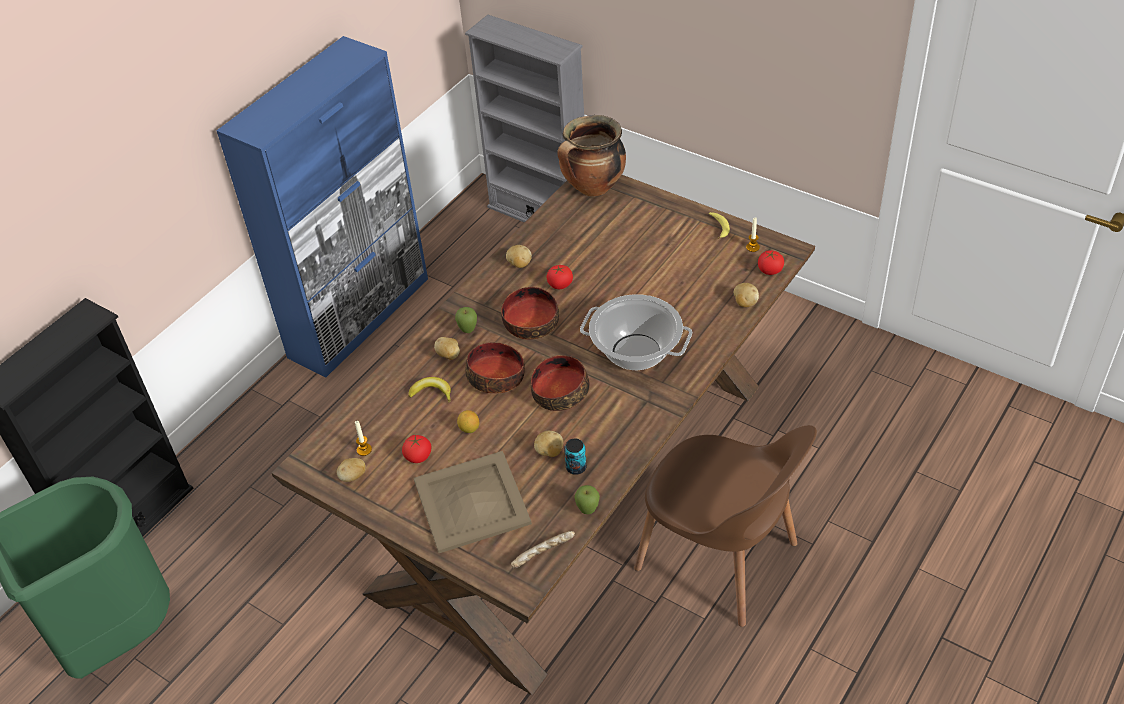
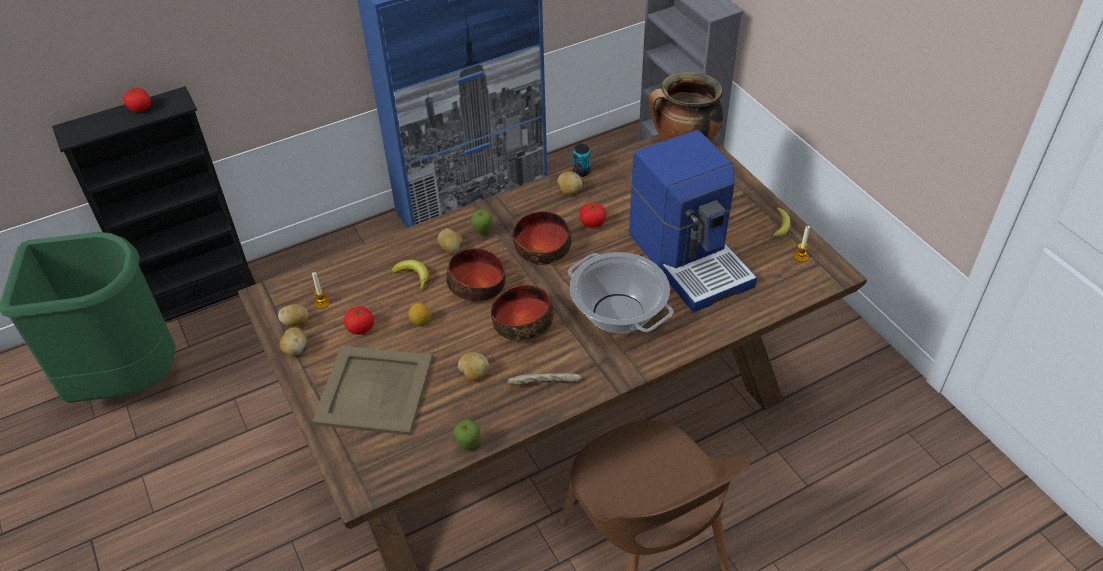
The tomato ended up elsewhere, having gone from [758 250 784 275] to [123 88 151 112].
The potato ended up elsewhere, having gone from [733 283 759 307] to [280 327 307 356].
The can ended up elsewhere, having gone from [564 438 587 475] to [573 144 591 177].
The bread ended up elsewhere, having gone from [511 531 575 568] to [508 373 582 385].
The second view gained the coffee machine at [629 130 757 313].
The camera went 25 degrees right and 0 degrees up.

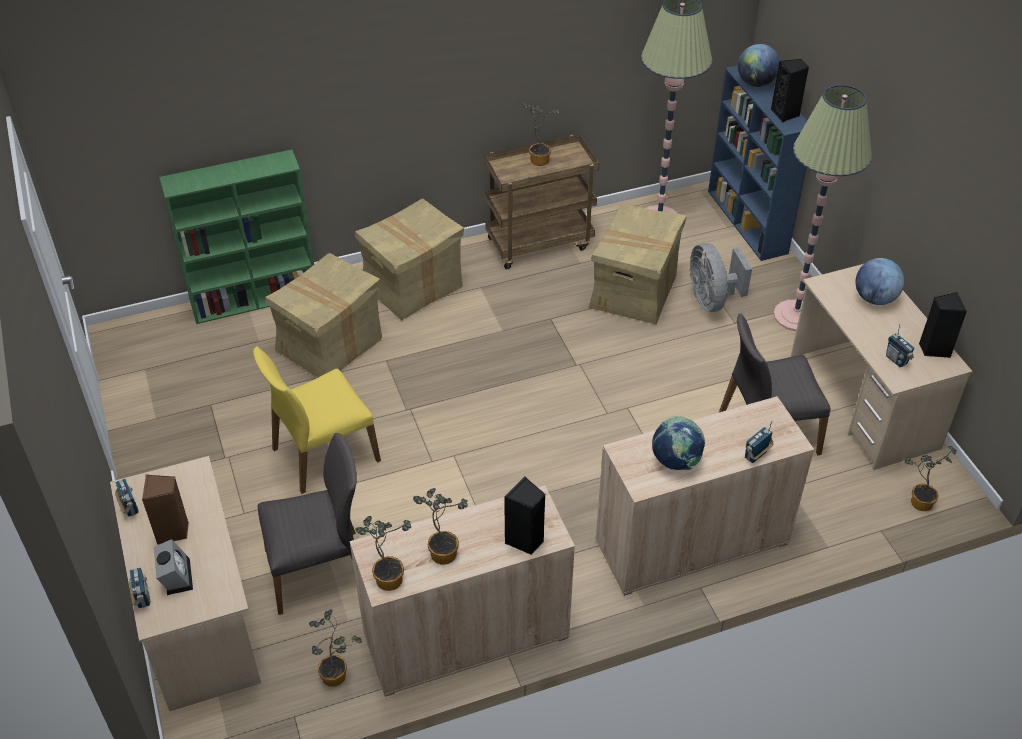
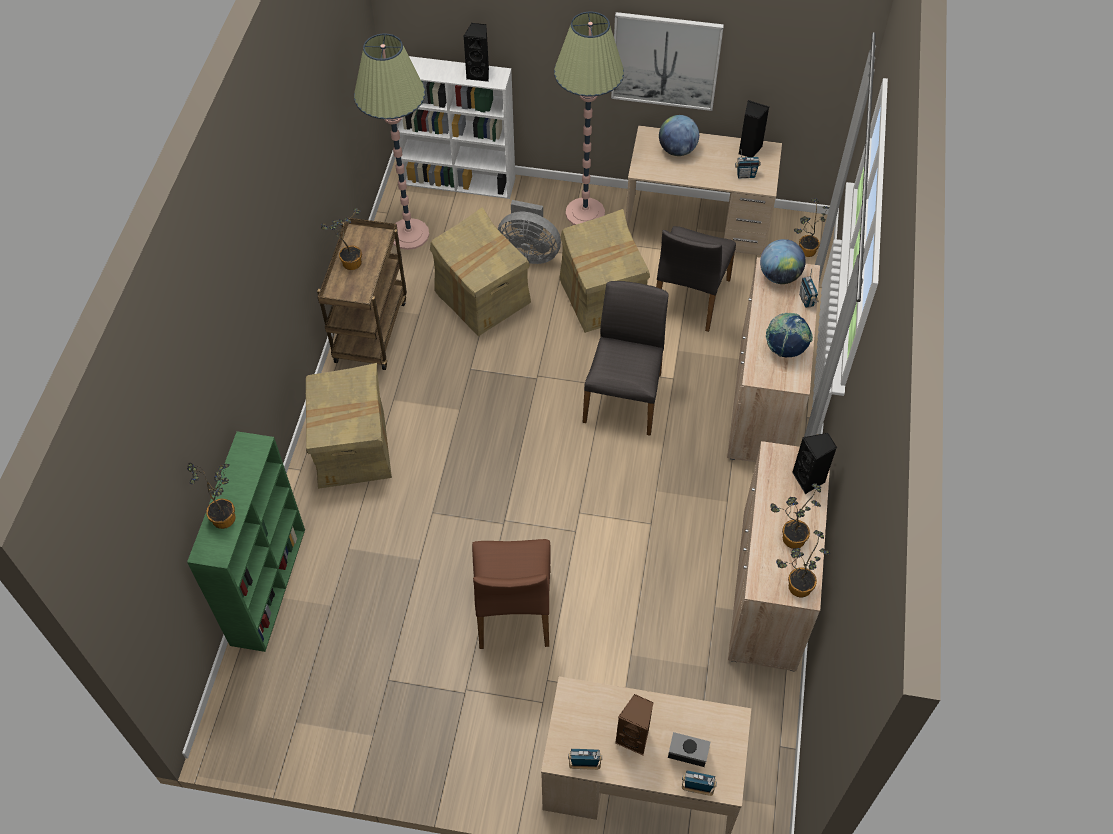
The globe ended up elsewhere, having gone from [738 44 780 87] to [760 239 806 284].
What was the blue bookcase at [708 65 807 261] turned into the white bookcase at [397 56 515 199].
The cardboard box ended up elsewhere, having gone from [265 253 382 377] to [559 209 650 333].
What was the yellow chair at [253 346 381 494] turned into the brown chair at [472 539 551 649].
The grey chair ended up elsewhere, having gone from [258 433 357 615] to [582 281 669 436].
The potted plant ended up elsewhere, having gone from [309 609 362 687] to [187 462 236 529].
The second view gained the picture at [611 12 724 111].
The camera went 60 degrees left and 10 degrees up.

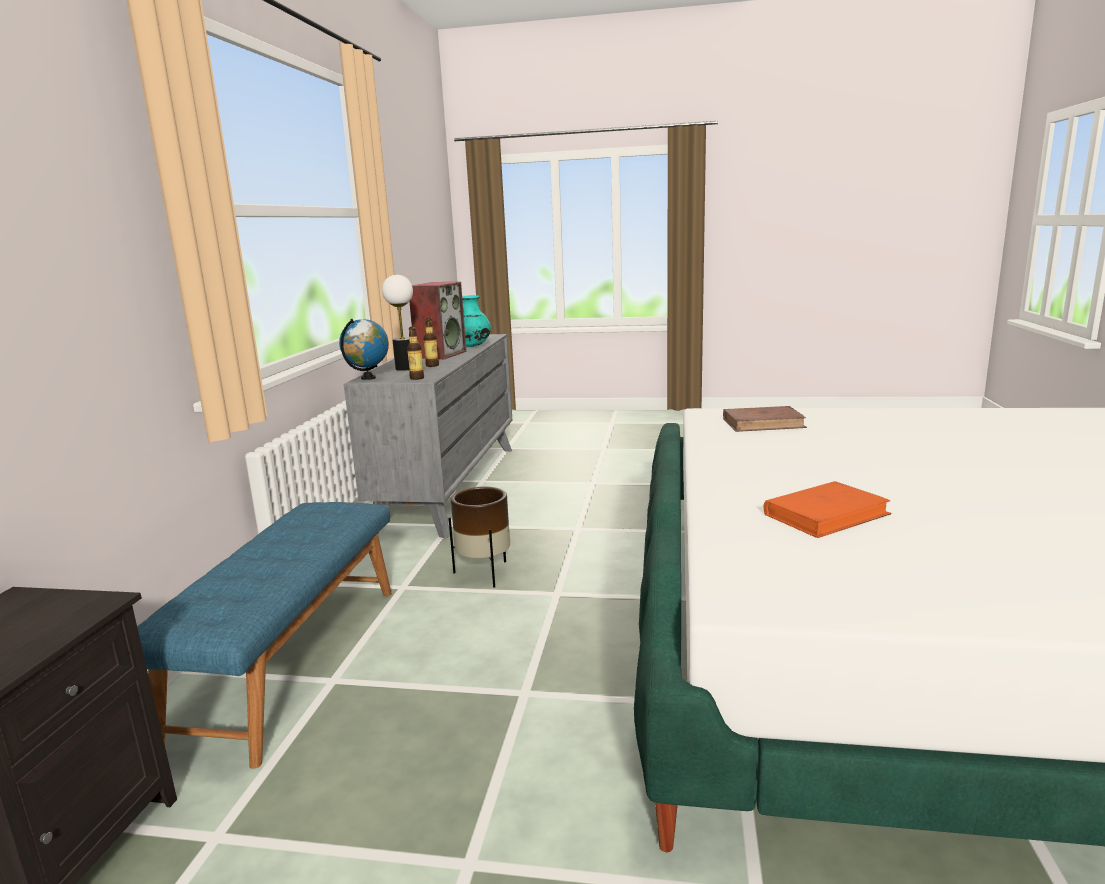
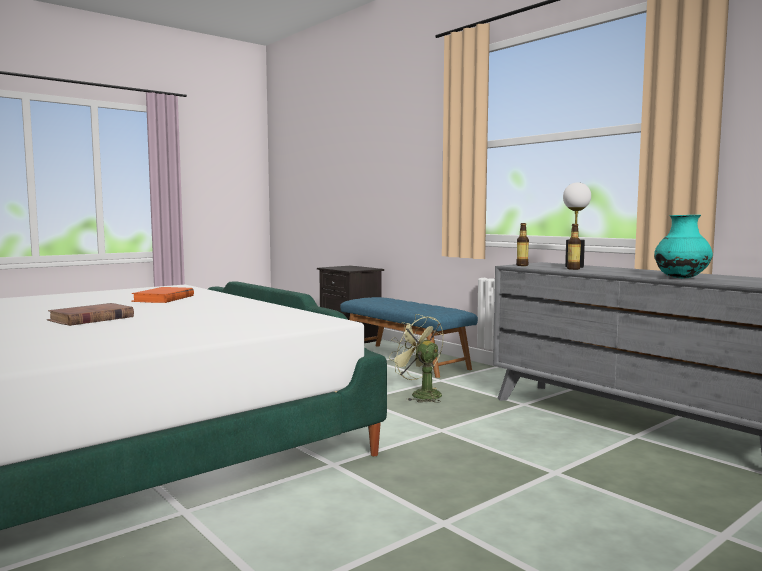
The second view lost the speaker at [409 282 466 359].
The second view lost the globe at [339 319 389 380].
The brown book ended up elsewhere, having gone from [723 406 807 432] to [47 303 134 326].
Where the brown planter stood at [448 486 510 588], the green fan came to stand at [389 314 444 403].
The camera went 130 degrees right and 10 degrees down.

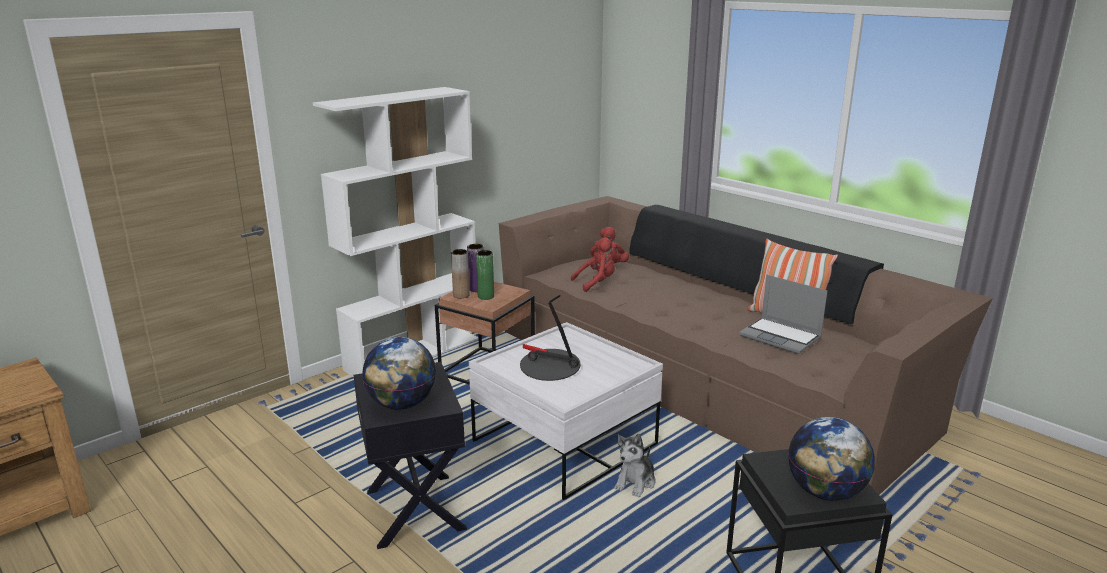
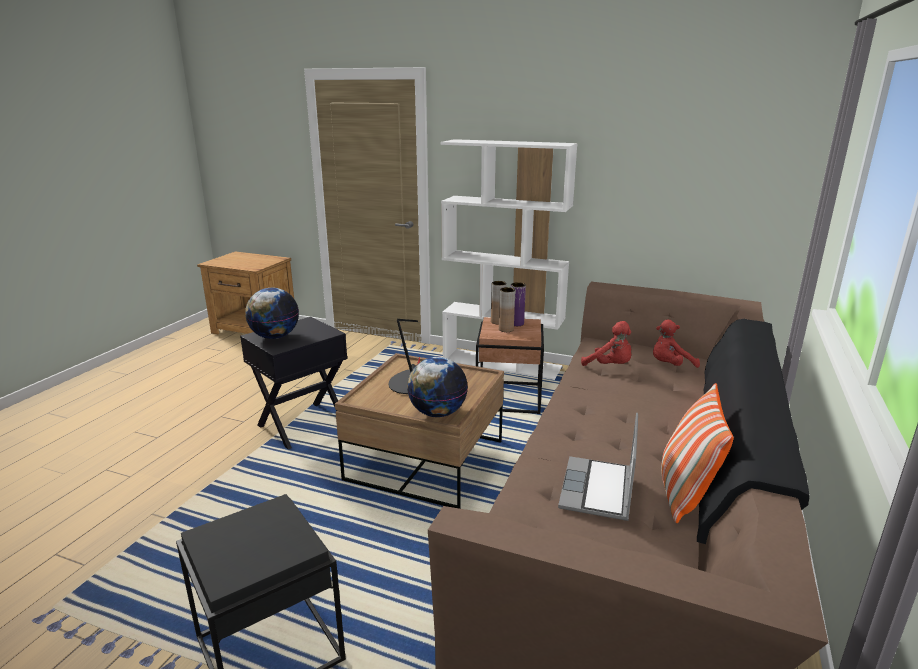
What was the green vase at [476 250 494 300] turned into the brown vase at [499 287 515 332].
What was the white coffee table at [469 322 663 500] turned into the brown coffee table at [335 353 504 509].
The globe ended up elsewhere, having gone from [788 417 875 501] to [407 357 468 417].
The second view lost the plush toy at [614 434 656 497].
The camera went 65 degrees right and 0 degrees up.

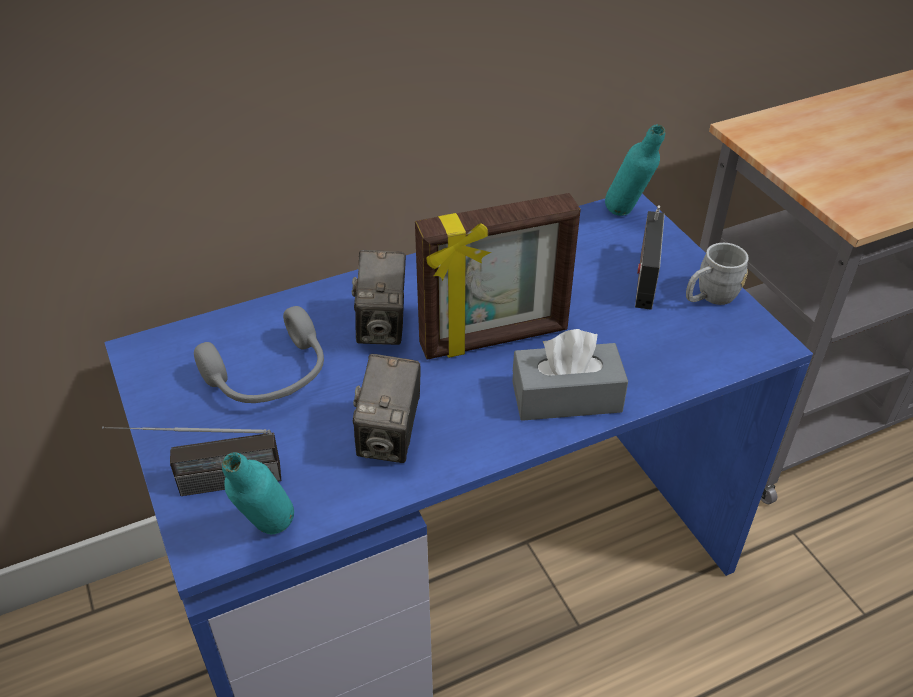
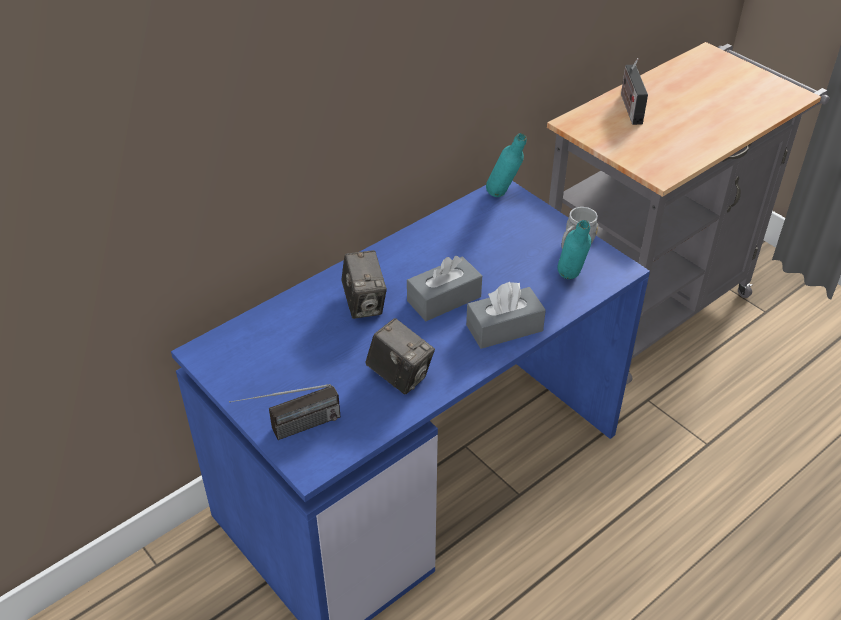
Where the picture frame stood at [415 193 581 360], the grey tissue box came to stand at [407 256 482 321].
The radio ended up elsewhere, having gone from [635 205 665 310] to [621 58 648 125].
The second view lost the grey headphones at [194 306 324 403].
The photo camera at [353 354 420 463] ended up facing another way, 45 degrees counterclockwise from before.
The turquoise bottle ended up elsewhere, having gone from [222 452 294 535] to [558 220 591 279].
The camera went 15 degrees left and 0 degrees up.

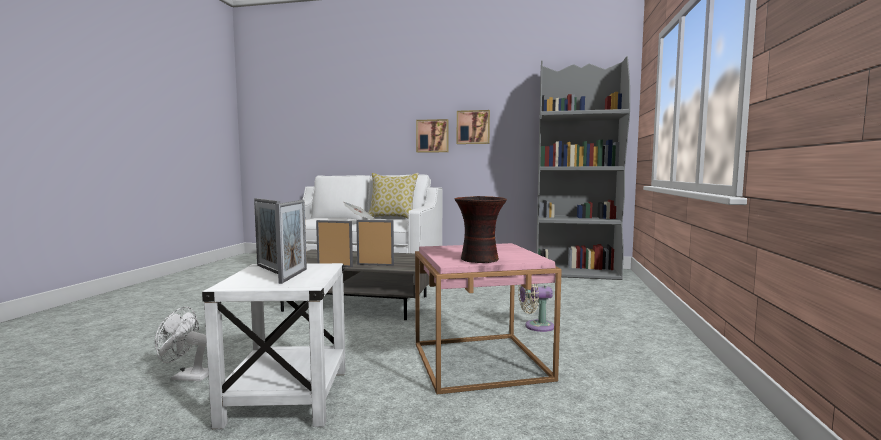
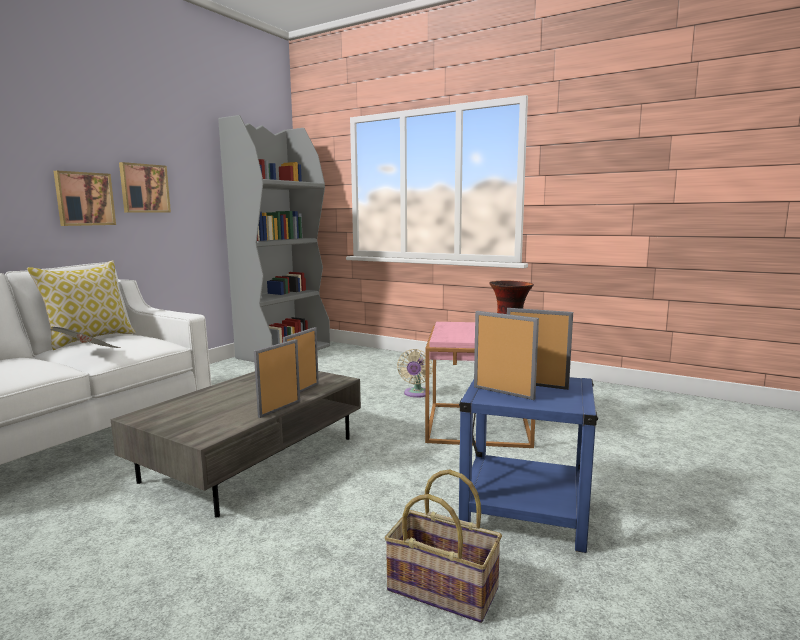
The picture frame at [254 198 280 274] ended up facing another way, 120 degrees counterclockwise from before.
What was the white side table at [202 263 346 429] turned into the blue side table at [459 377 598 553].
Where the white fan stood at [155 307 208 381], the basket came to stand at [385 469 502 623].
The camera went 70 degrees left and 5 degrees up.

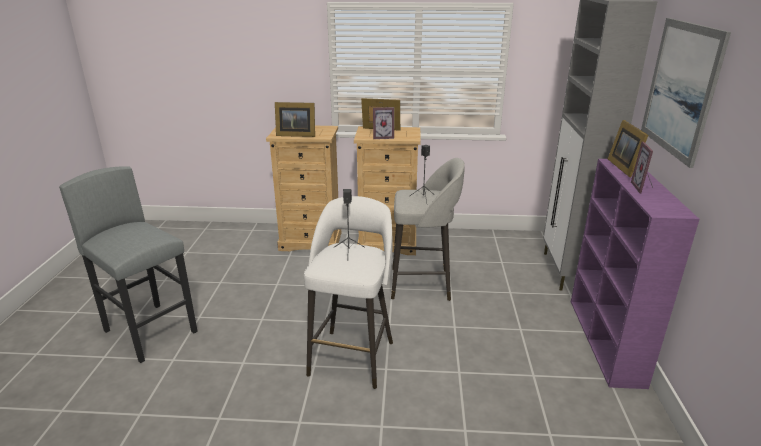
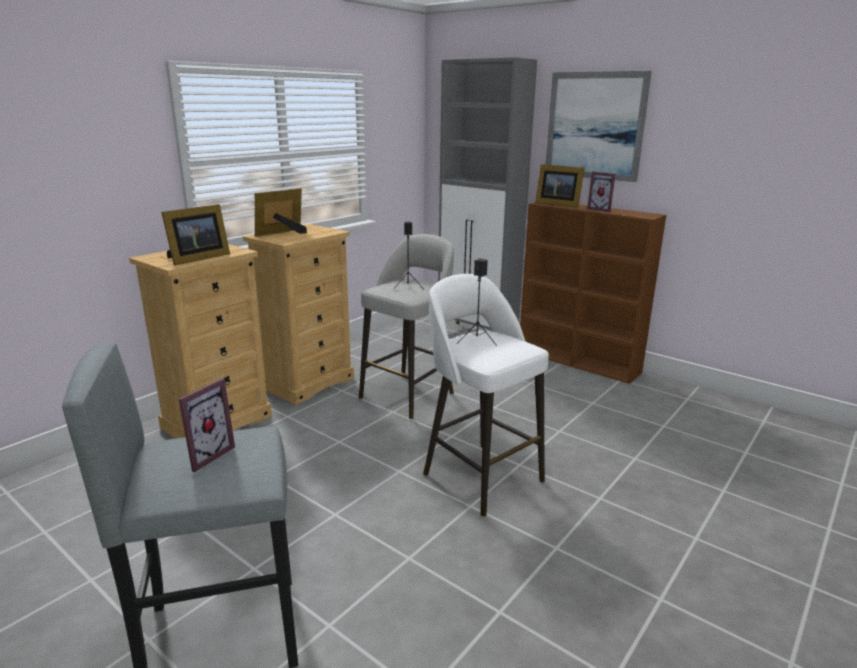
The picture frame ended up elsewhere, having gone from [373 107 394 139] to [179 378 235 472].
What was the purple bookcase at [571 159 699 389] turned into the brown bookcase at [520 203 666 384].
The camera went 55 degrees left and 5 degrees down.

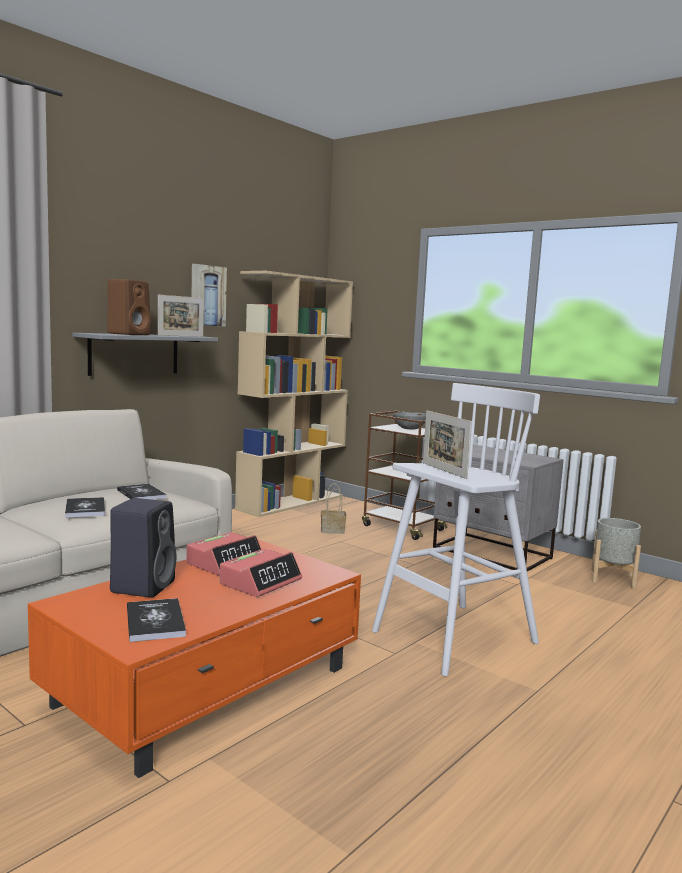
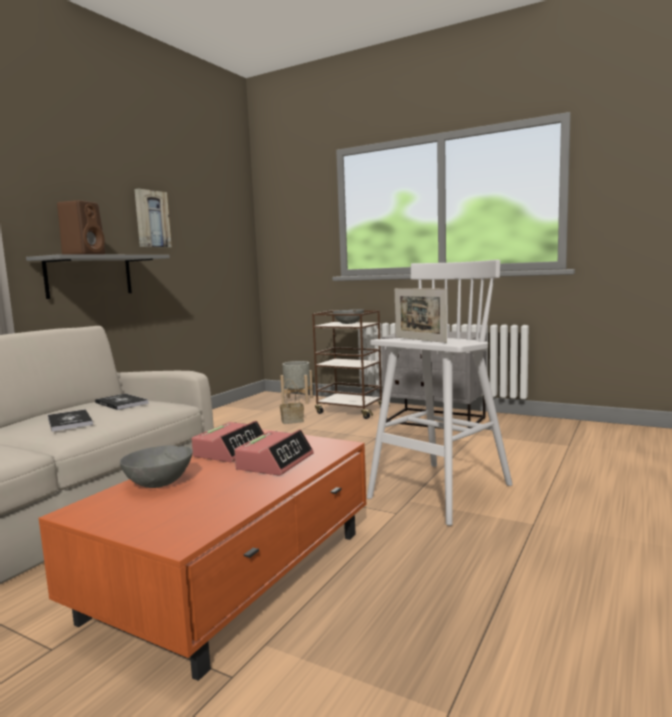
The second view lost the beige bookcase at [235 271 353 517].
The second view lost the picture frame at [158 295 204 337].
Where the black speaker stood at [110 498 176 598], the grey bowl came to stand at [120 445 193 488].
The grey planter ended up elsewhere, having gone from [591 518 641 589] to [280 361 313 404].
The second view lost the book at [127 598 186 642].
The camera went 10 degrees left and 0 degrees up.

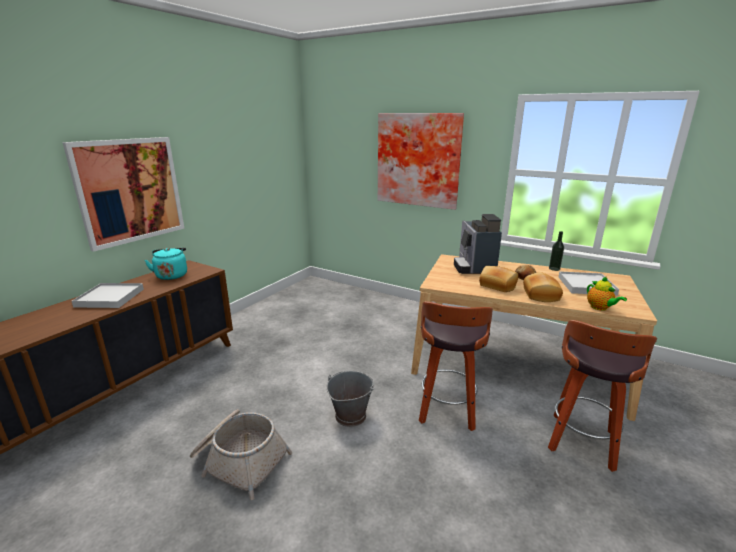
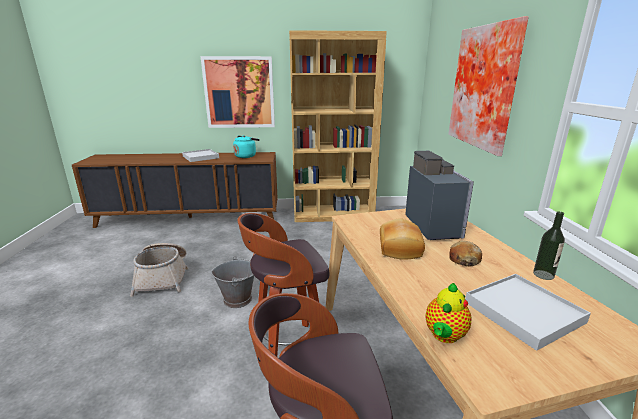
The coffee machine at [454 214 502 274] ended up facing another way, 120 degrees clockwise from before.
The second view lost the bread at [523 272 563 302].
The second view gained the brown bookcase at [289 30 387 222].
The camera went 55 degrees right and 0 degrees up.

